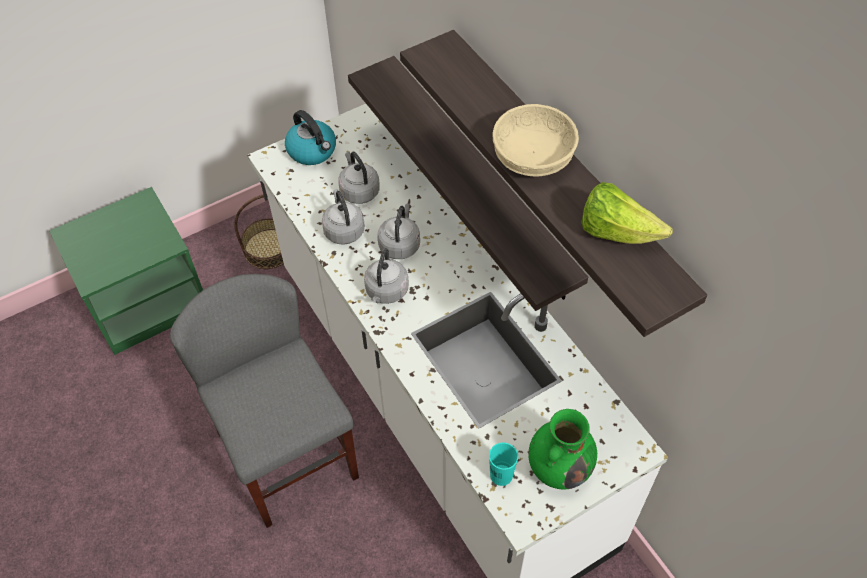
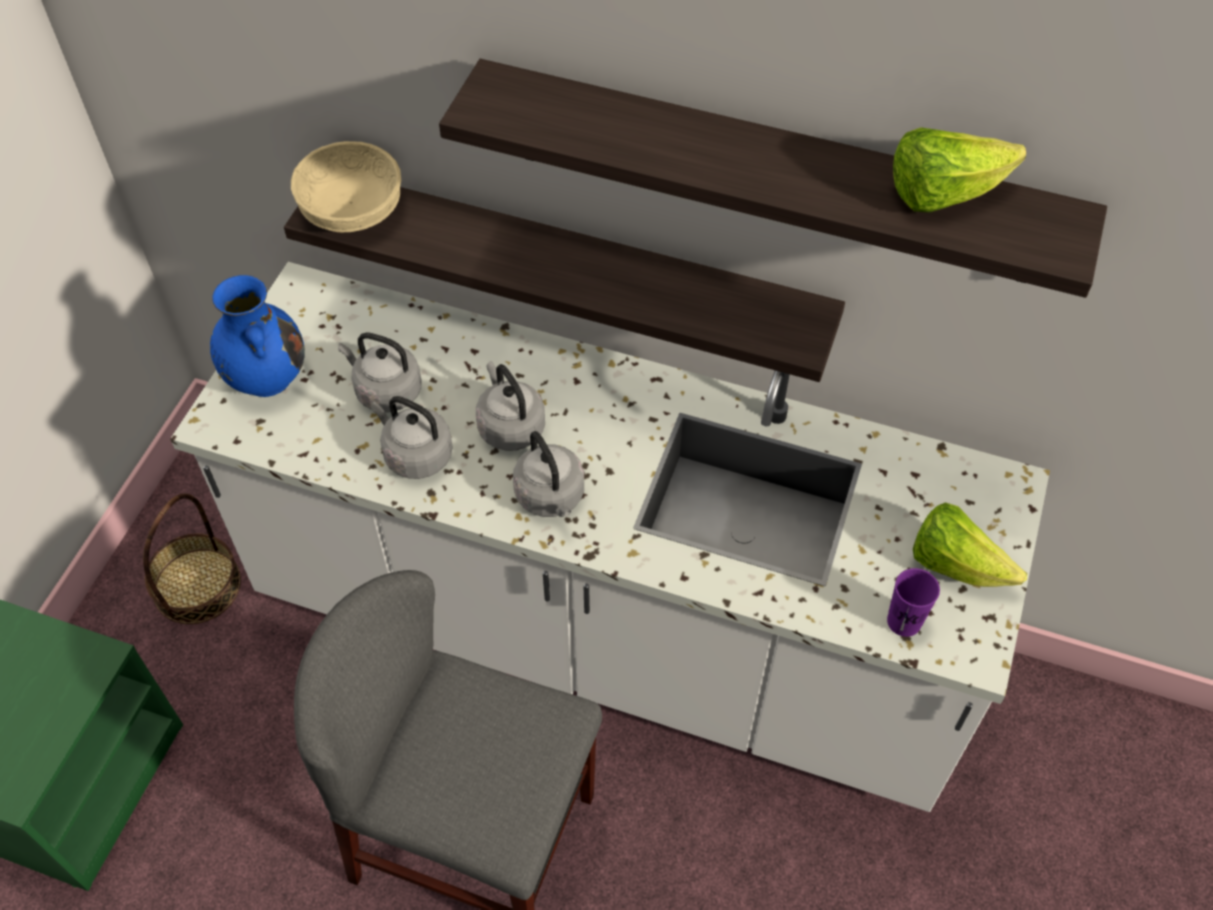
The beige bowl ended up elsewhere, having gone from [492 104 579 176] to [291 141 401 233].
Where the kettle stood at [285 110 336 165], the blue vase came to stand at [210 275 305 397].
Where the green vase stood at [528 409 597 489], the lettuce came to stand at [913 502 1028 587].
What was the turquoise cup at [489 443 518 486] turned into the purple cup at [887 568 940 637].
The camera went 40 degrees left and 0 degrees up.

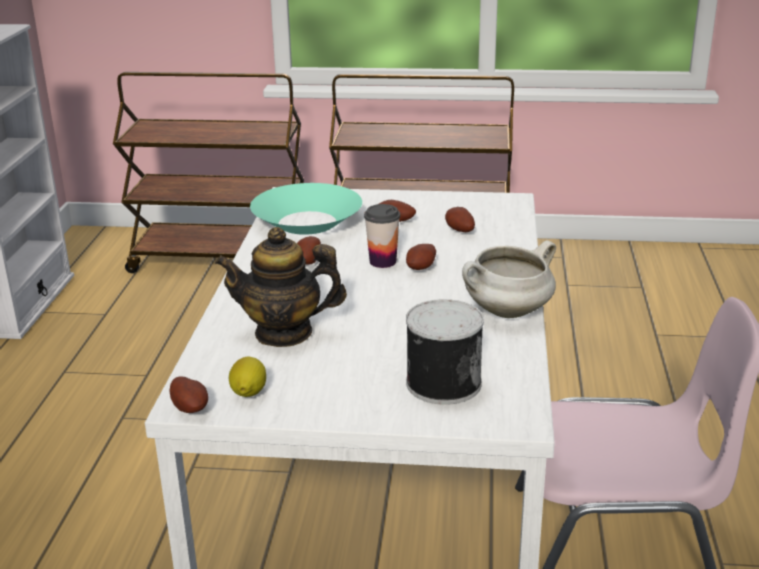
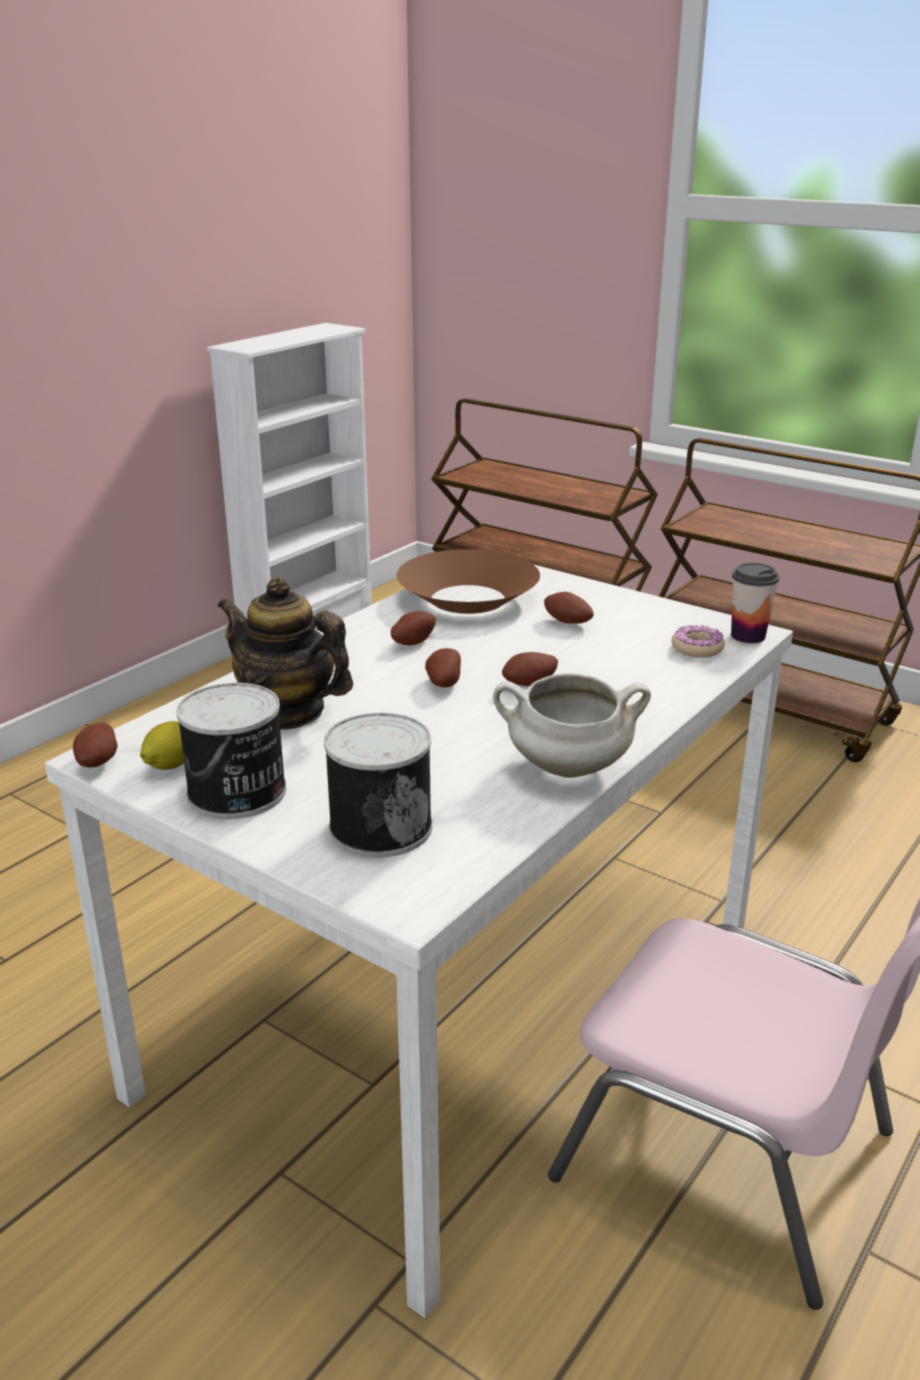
What was the turquoise bowl at [250 183 362 235] turned into the brown bowl at [396 549 540 614].
The cup ended up elsewhere, having gone from [364 204 400 268] to [731 563 779 643].
The potato ended up elsewhere, having gone from [445 207 475 232] to [425 648 461 688].
The second view gained the donut at [671 625 725 658].
The second view gained the can at [176 683 286 819].
The camera went 30 degrees right and 0 degrees up.

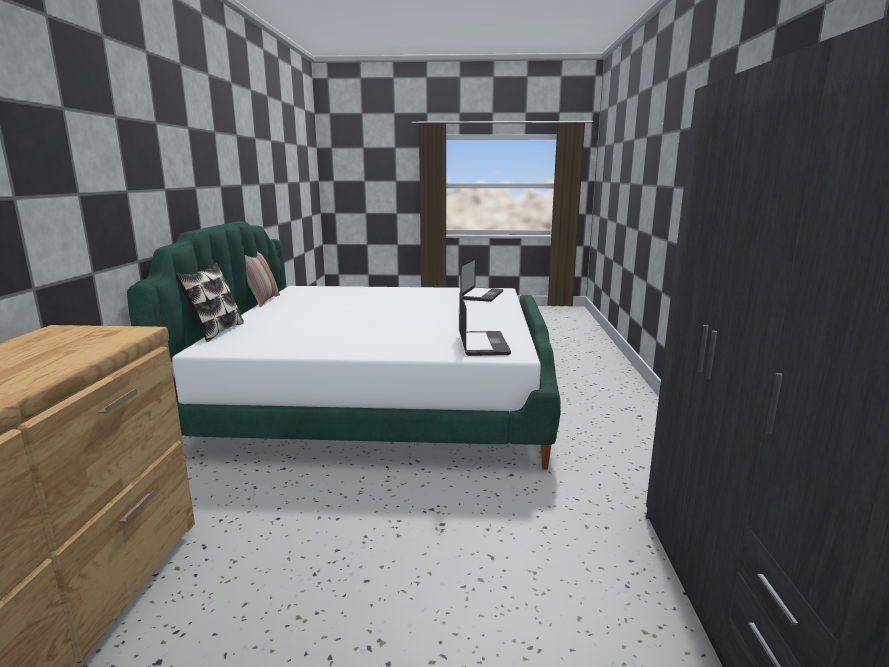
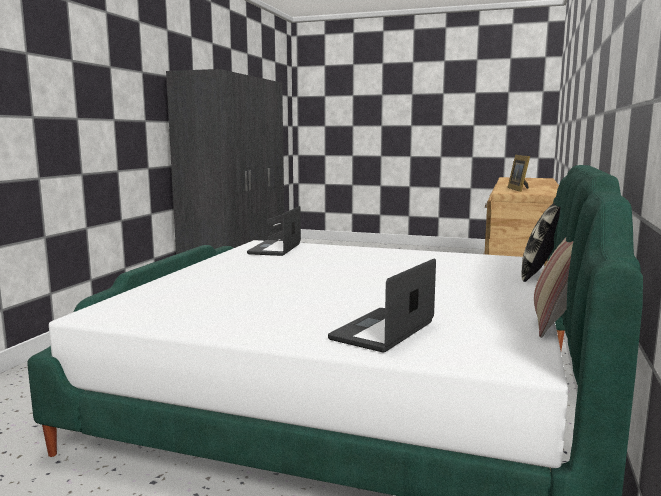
The laptop ended up elsewhere, having gone from [460 258 503 302] to [328 258 436 353].
The second view gained the picture frame at [508 155 530 192].
The camera went 165 degrees left and 5 degrees down.

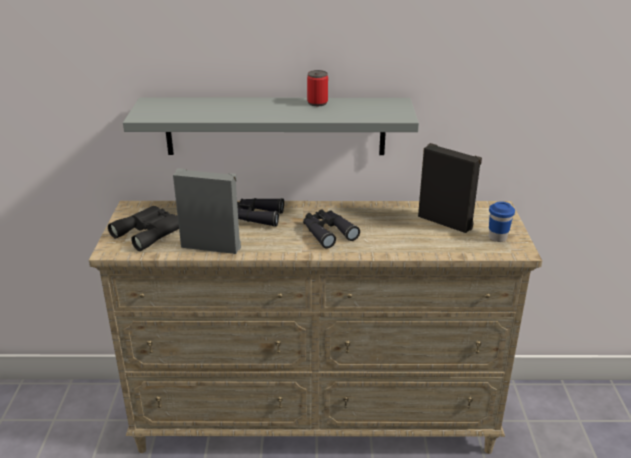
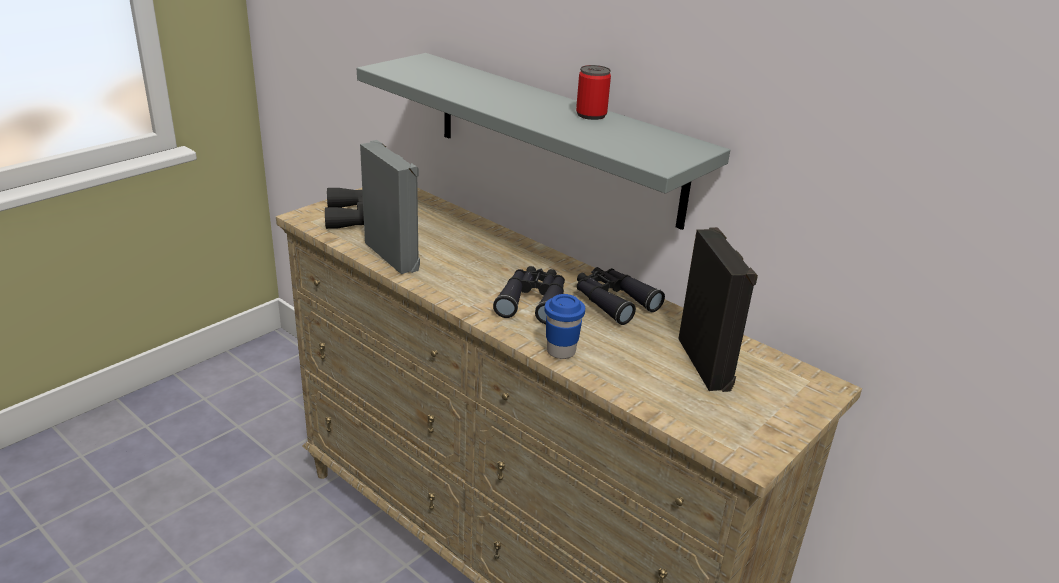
The black binoculars ended up elsewhere, having gone from [237 198 284 227] to [577 267 665 325].
The blue cup ended up elsewhere, having gone from [489 201 515 242] to [544 294 585 359].
The camera went 40 degrees right and 0 degrees up.

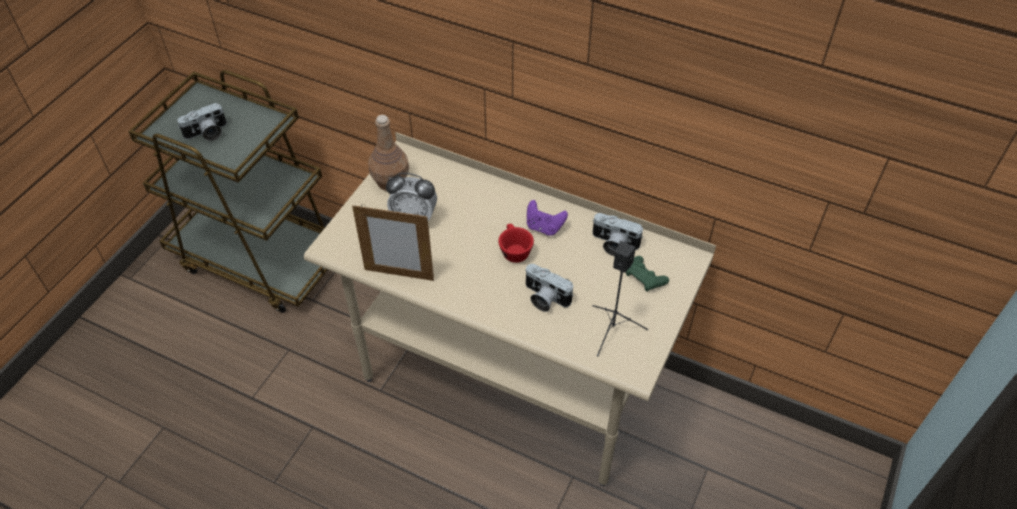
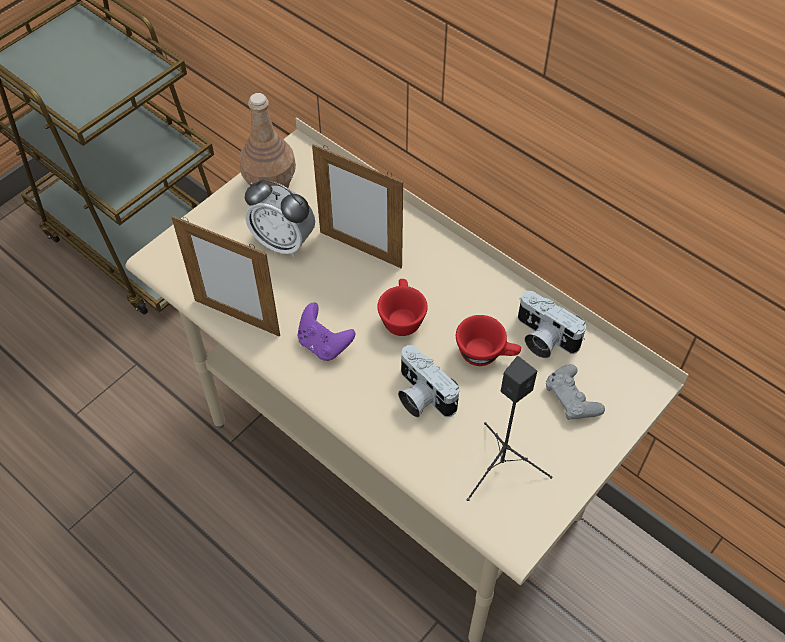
The second view lost the photo camera at [177 103 227 141].
The purple game controller ended up elsewhere, having gone from [527 200 568 236] to [298 302 355 361].
What was the green game controller at [626 256 669 292] turned into the grey game controller at [546 364 605 420].
The second view gained the picture frame at [312 144 403 268].
The second view gained the red cup at [456 315 521 366].
The camera went 15 degrees right and 5 degrees up.

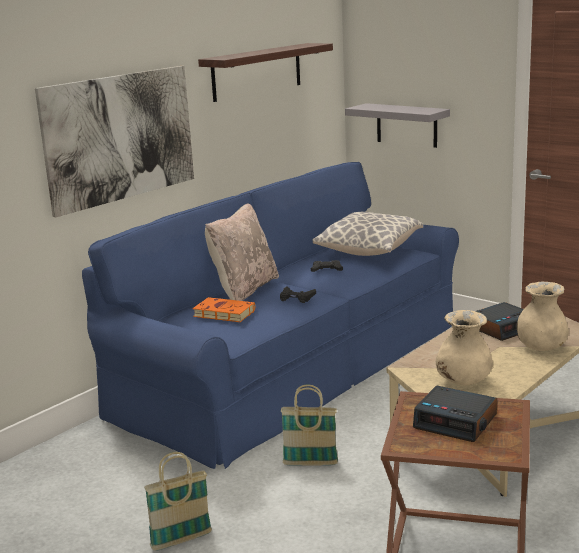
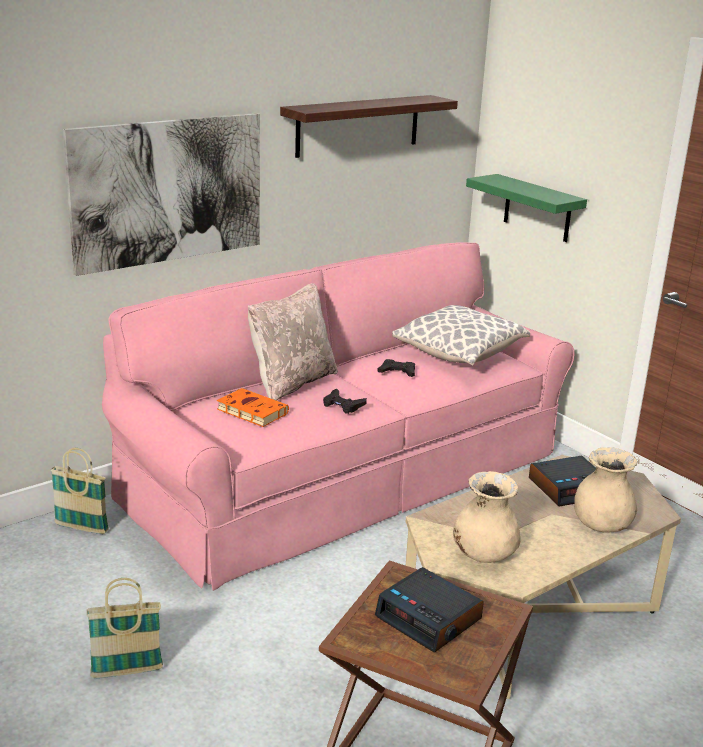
What was the grey shelf at [345 103 450 148] turned into the green shelf at [466 174 587 242].
What was the blue sofa at [82 162 459 469] turned into the pink sofa at [102 242 575 591].
The basket ended up elsewhere, having gone from [281 384 338 466] to [51 448 109 534].
The camera went 10 degrees right and 5 degrees up.

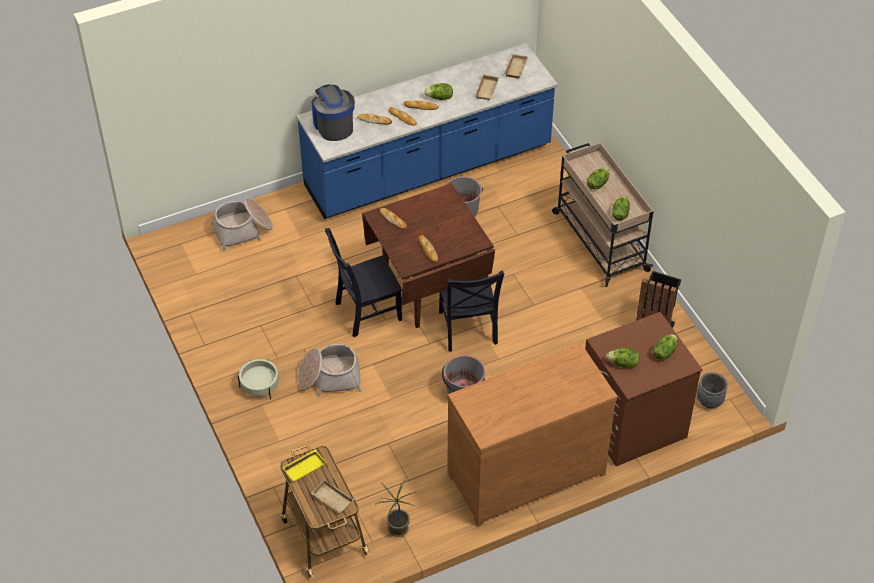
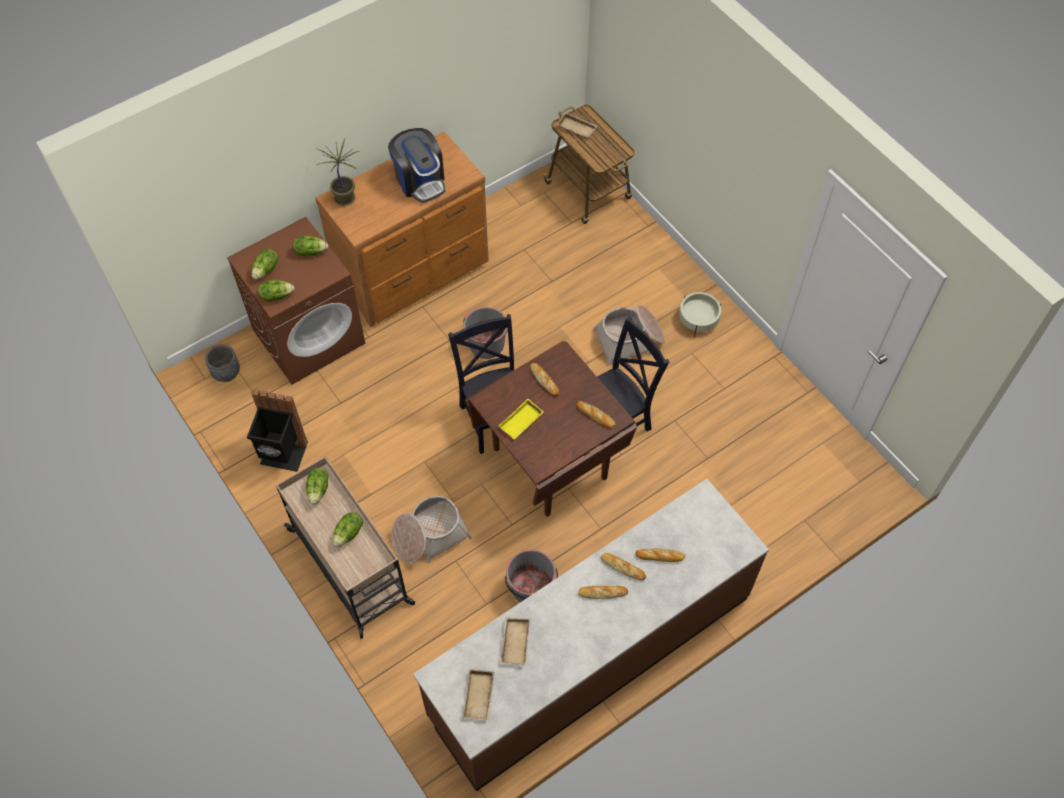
What was the blue counter at [297 43 558 219] turned into the brown counter at [413 479 769 791].
The lettuce ended up elsewhere, having gone from [424 83 453 100] to [258 280 294 301].
The coffee machine ended up elsewhere, having gone from [312 84 355 141] to [388 128 445 203].
The basket ended up elsewhere, having gone from [211 199 273 251] to [391 496 472 563].
The yellow tray ended up elsewhere, having gone from [283 450 326 482] to [498 399 543 440].
The potted plant ended up elsewhere, having gone from [375 480 416 537] to [316 138 360 206].
The camera went 170 degrees right and 10 degrees up.

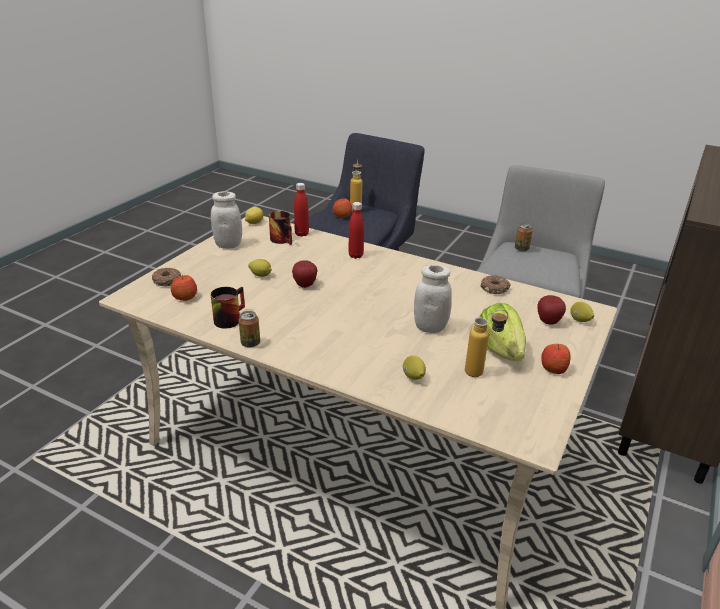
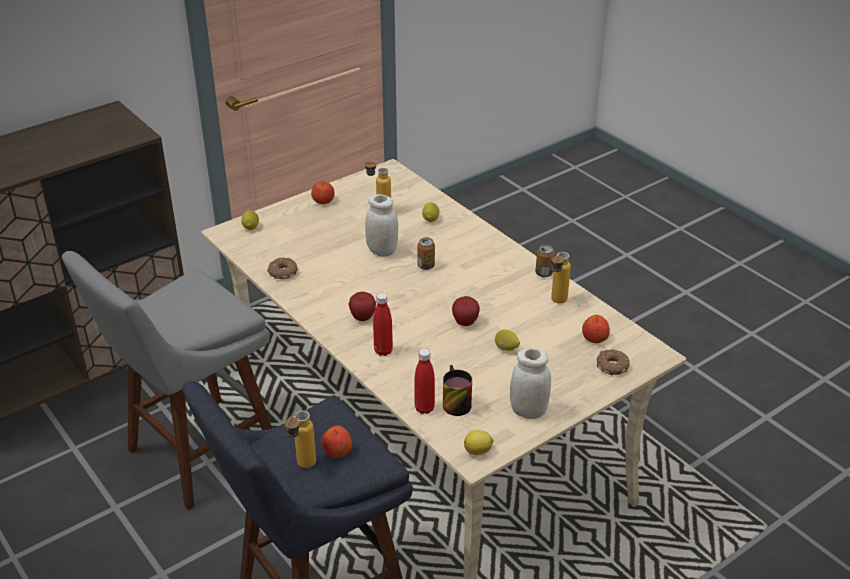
The can ended up elsewhere, having gone from [515 223 533 252] to [417 237 435 270].
Where the mug stood at [211 287 245 329], the bottle came to stand at [551 252 571 304].
The apple ended up elsewhere, having gone from [538 295 566 325] to [349 292 376 321].
The second view lost the lettuce at [480 303 526 361].
The camera went 155 degrees left and 5 degrees up.

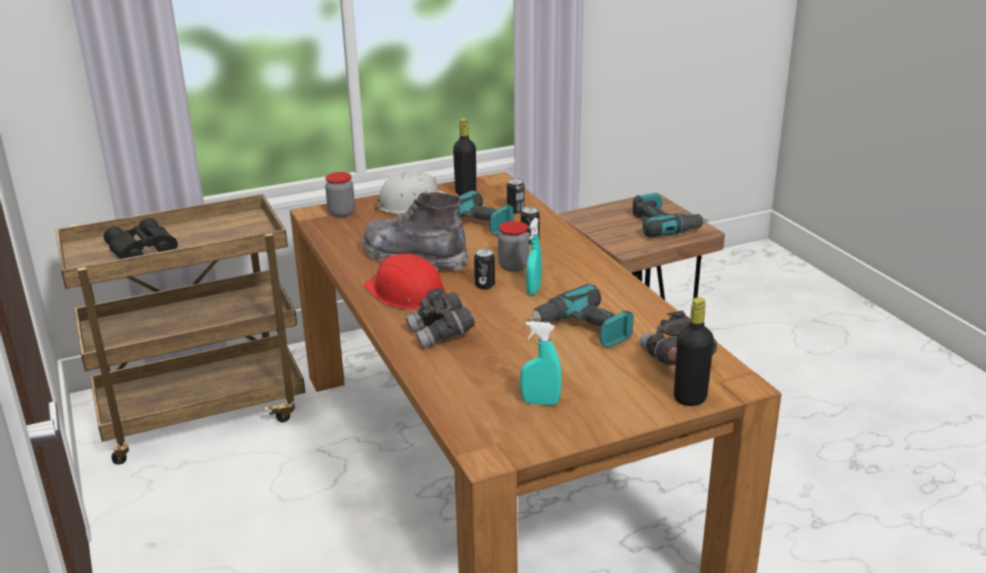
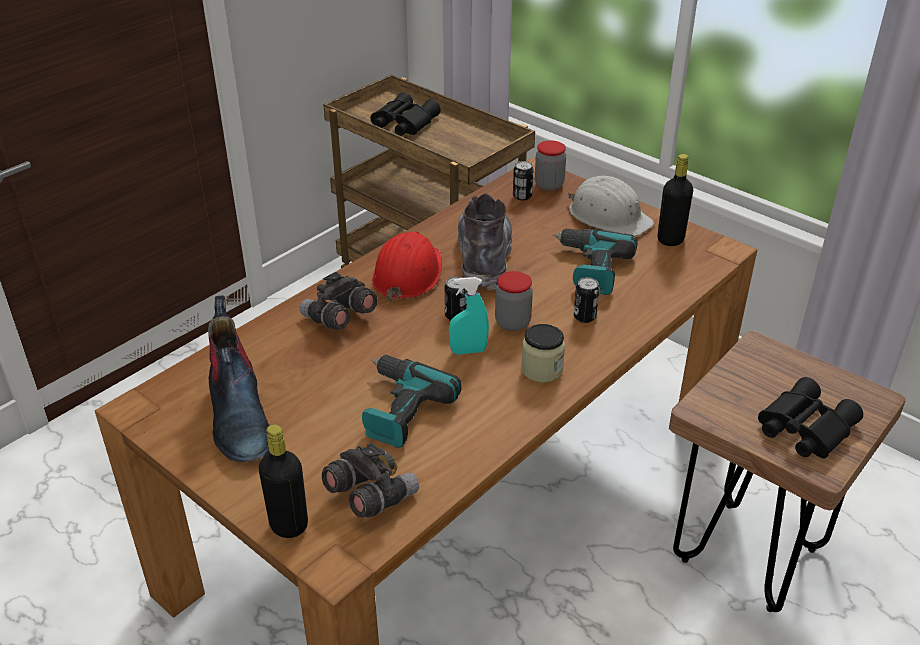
The can ended up elsewhere, having gone from [507 178 524 214] to [513 161 534 200].
Where the power drill stood at [633 193 708 237], the black binoculars came to stand at [758 377 863 459].
Where the turquoise spray bottle stood at [520 321 562 405], the boot came to stand at [208 296 269 462].
The second view gained the jar at [521 324 565 382].
The camera went 65 degrees right and 10 degrees up.

